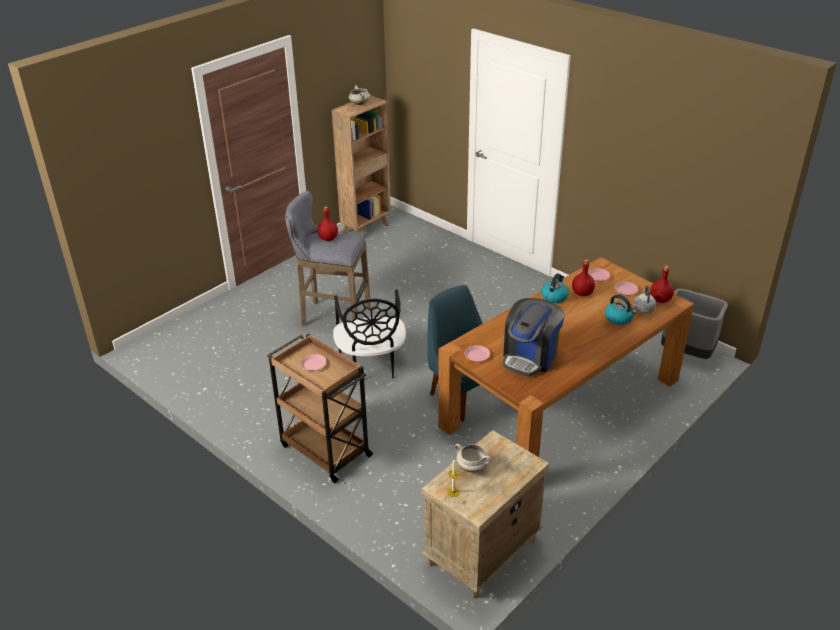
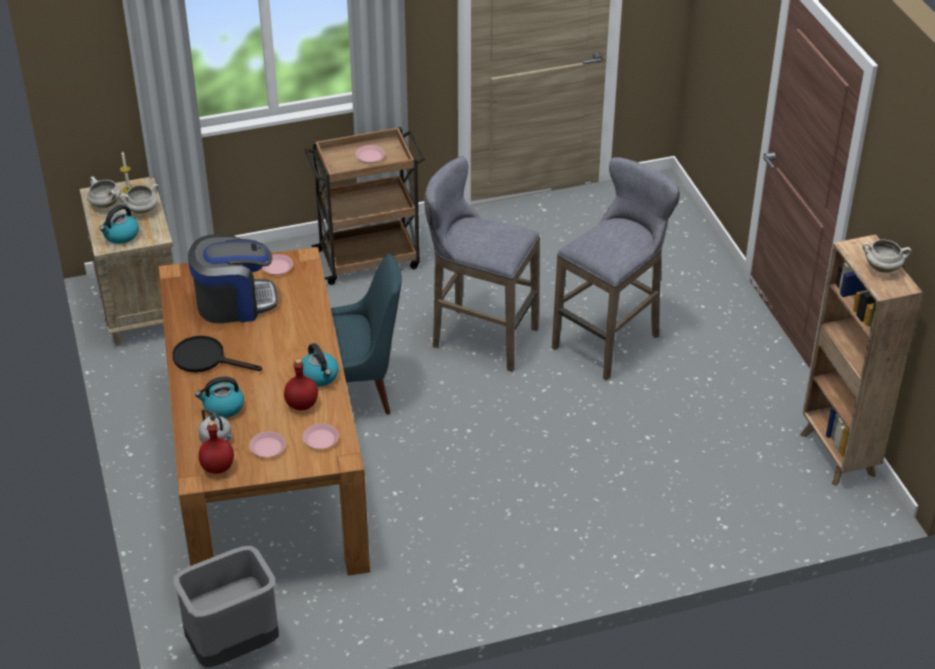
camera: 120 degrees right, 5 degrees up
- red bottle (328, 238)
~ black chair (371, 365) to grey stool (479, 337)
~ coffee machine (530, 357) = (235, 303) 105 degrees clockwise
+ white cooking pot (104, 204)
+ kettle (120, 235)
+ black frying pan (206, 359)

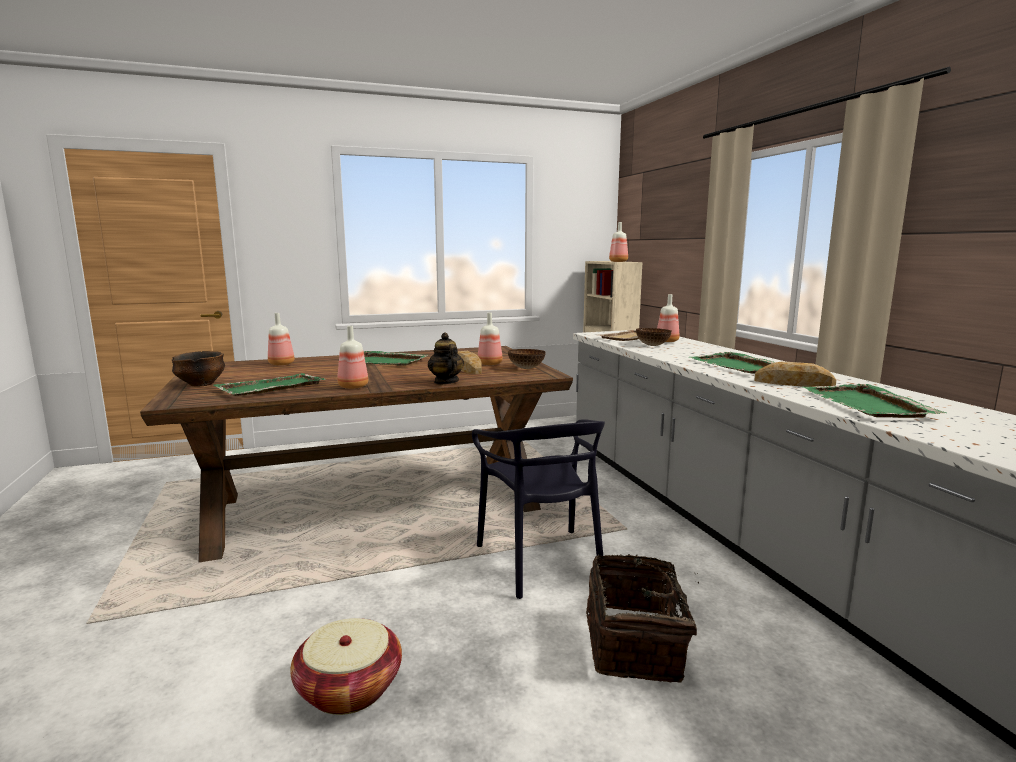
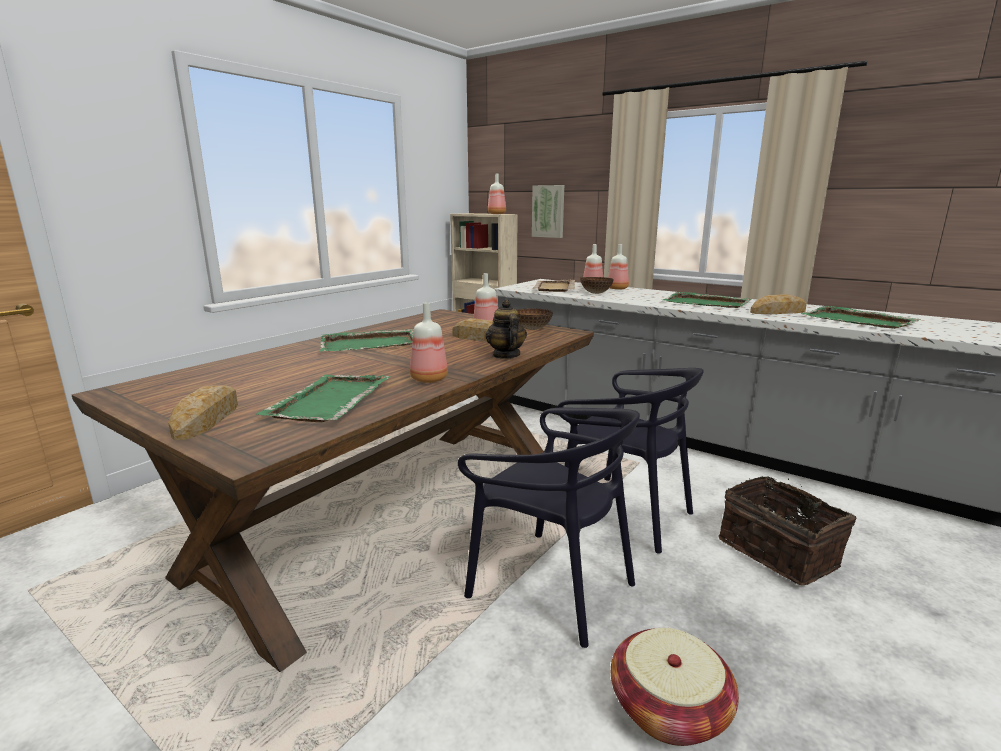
camera: 35 degrees left, 5 degrees up
~ bottle (282, 364) to (617, 288)
~ teapot (446, 382) = (505, 355) 45 degrees clockwise
~ bowl (201, 384) to bread (208, 418)
+ picture (548, 211)
+ black chair (551, 586)

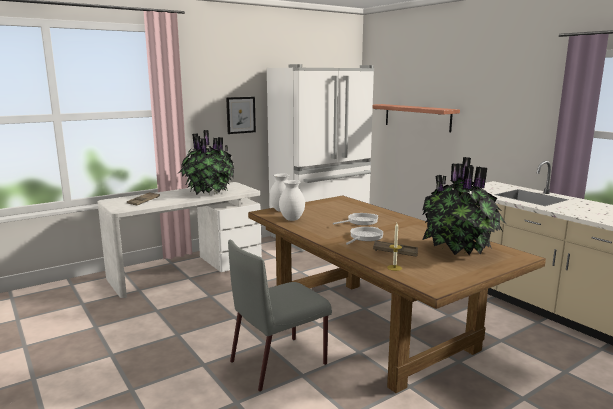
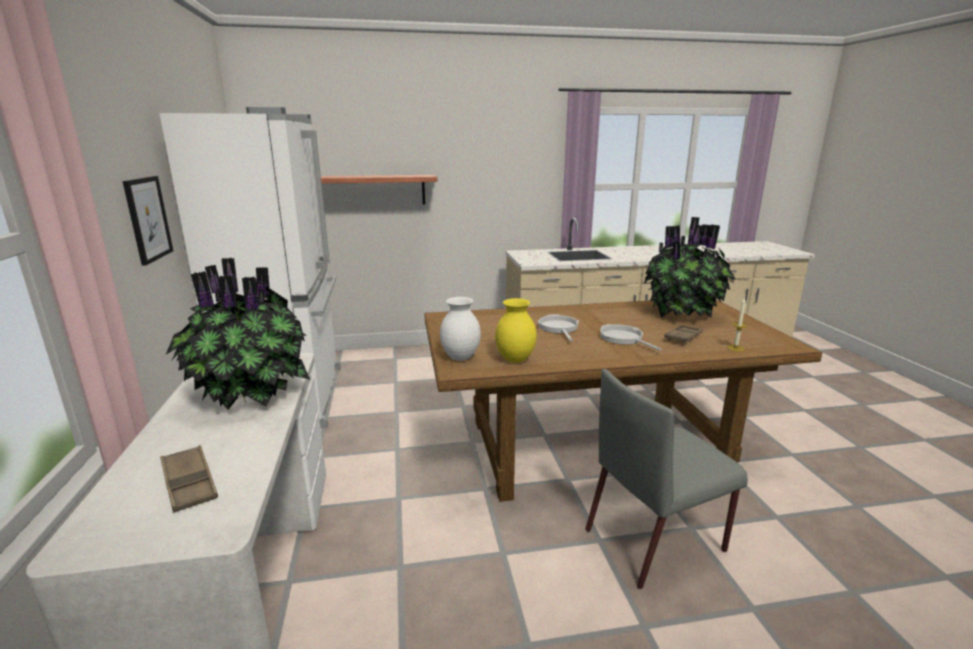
camera: 65 degrees left, 5 degrees up
~ white vase (292, 219) to yellow vase (516, 359)
~ grey chair (280, 362) = (656, 539) 75 degrees clockwise

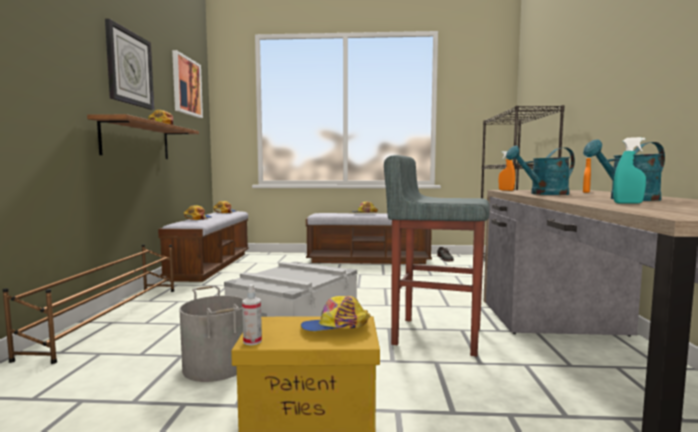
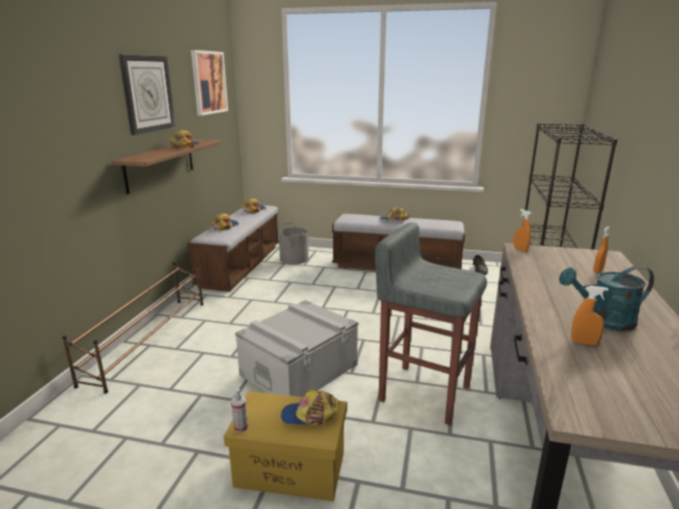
camera: 10 degrees right, 15 degrees up
~ turquoise spray bottle (628, 203) to orange spray bottle (584, 343)
- turquoise watering can (543, 194)
~ grey bucket (215, 366) to (293, 259)

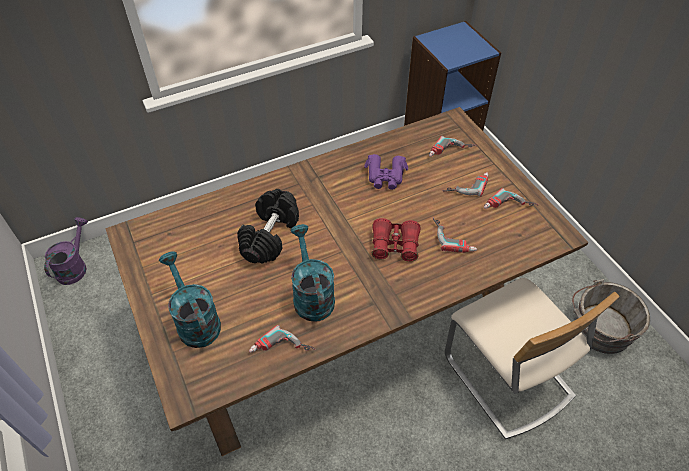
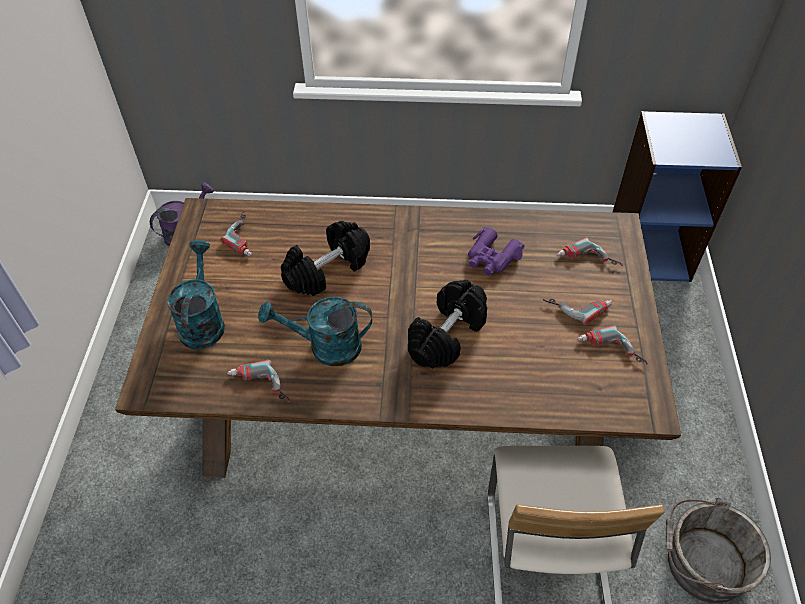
camera: 30 degrees right, 0 degrees up
~ power drill (453, 237) to (247, 236)
~ red binoculars (395, 245) to black dumbbell (447, 336)
~ turquoise watering can (311, 295) = (325, 347) 105 degrees counterclockwise

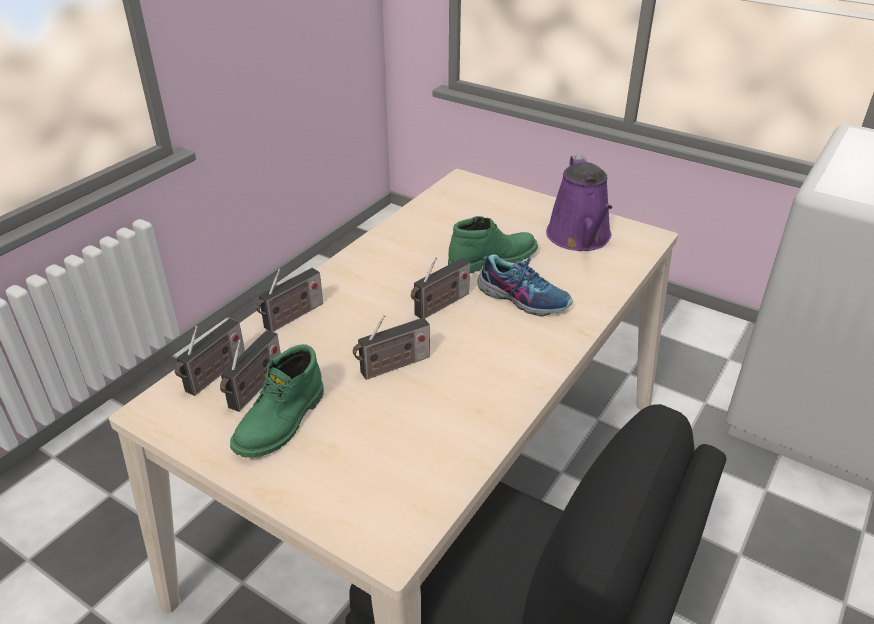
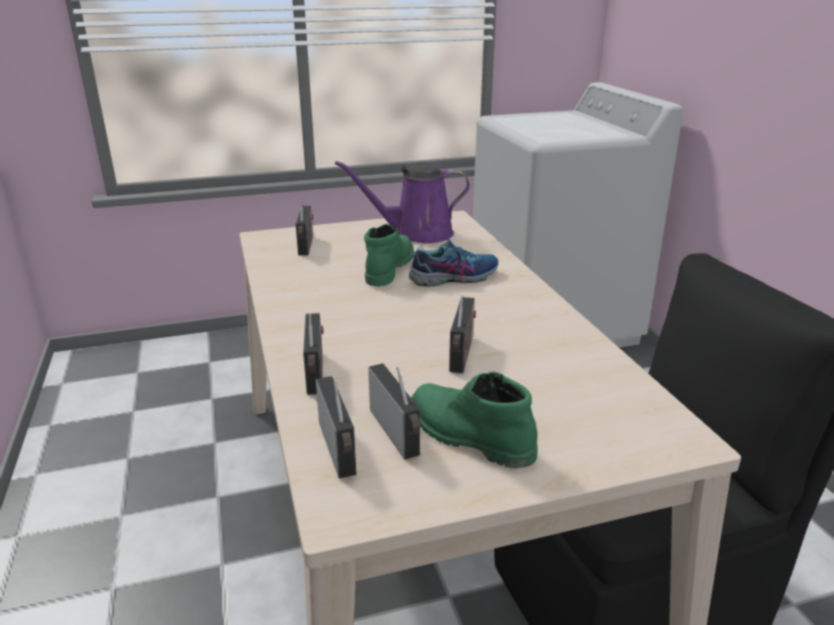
camera: 50 degrees left, 10 degrees down
~ purple watering can (580, 238) = (416, 234) 135 degrees clockwise
~ radio (440, 306) to (306, 246)
~ green boot (282, 423) = (468, 436) 150 degrees clockwise

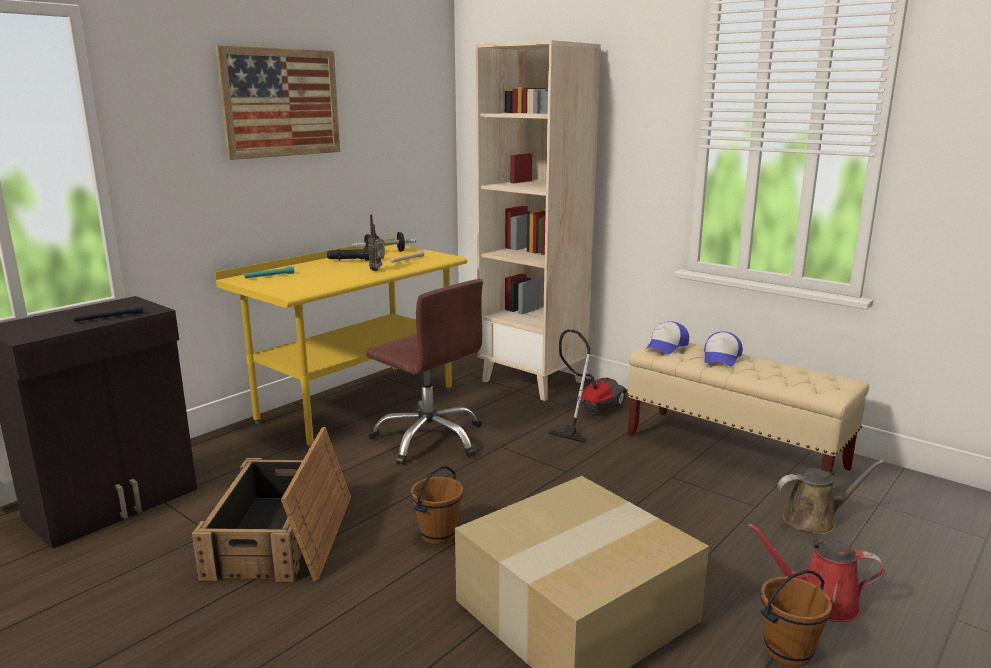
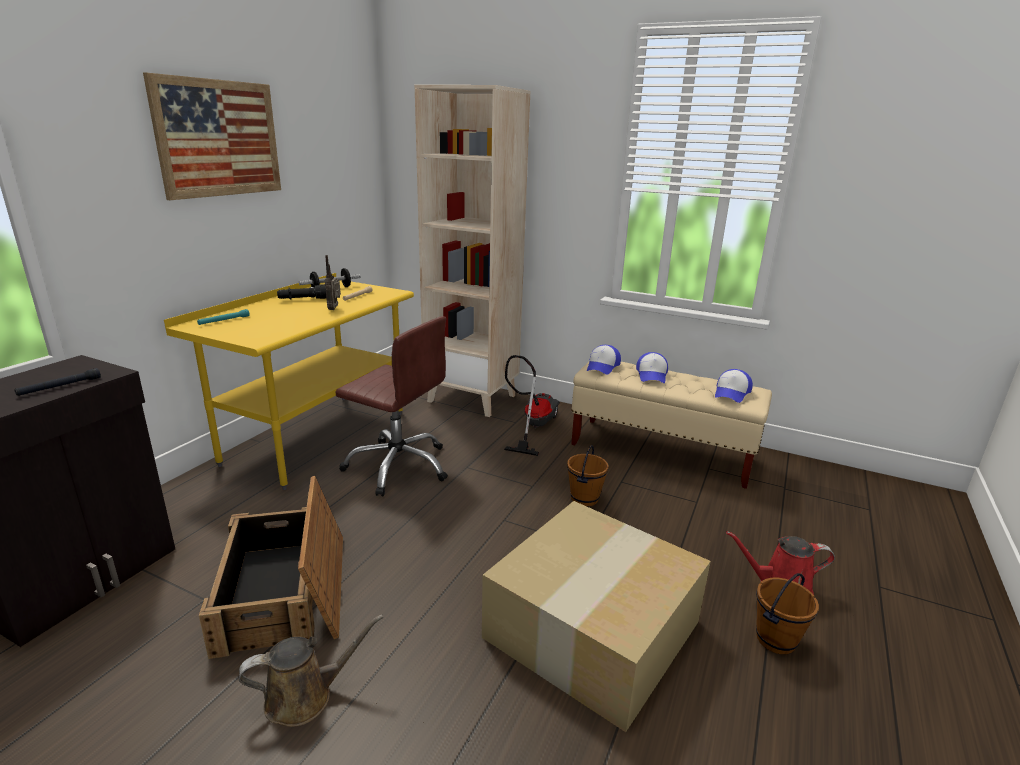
camera: 15 degrees left, 5 degrees up
~ brown watering can (814, 520) to (305, 696)
~ brown bucket (437, 534) to (584, 498)
+ cap (732, 393)

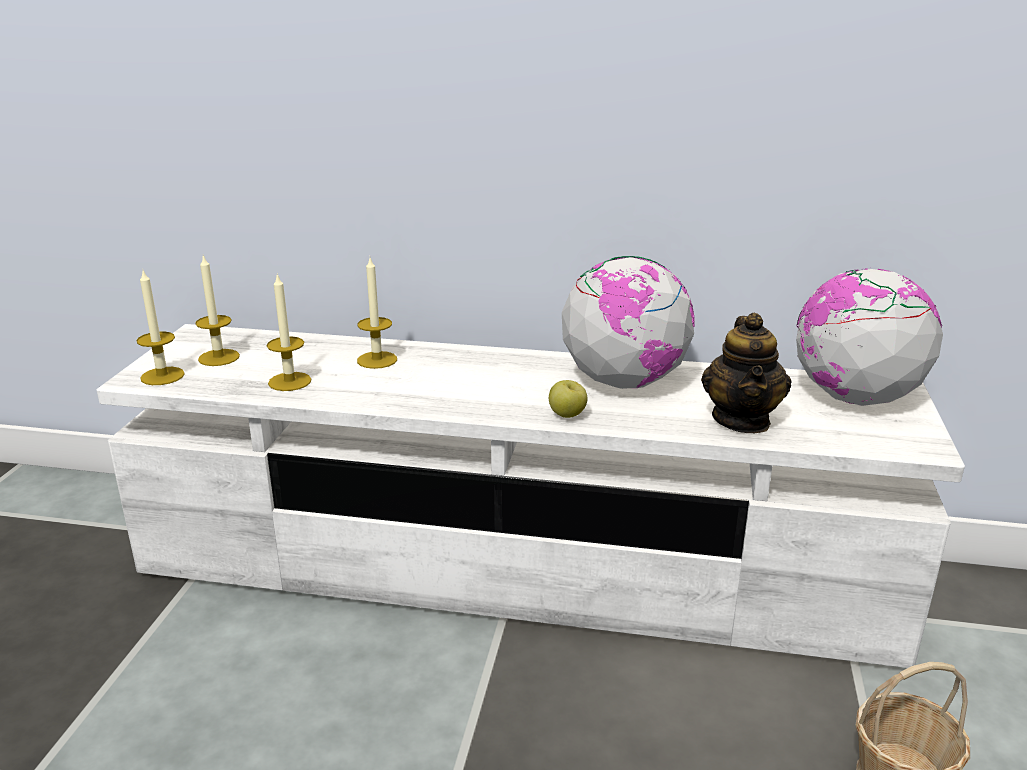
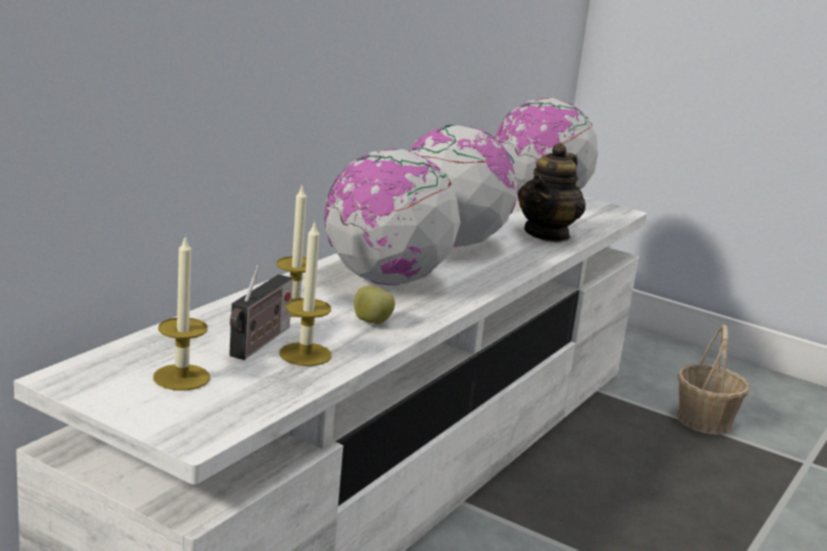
camera: 70 degrees left, 5 degrees down
- candle (162, 376)
~ teapot (742, 420) = (547, 234) 90 degrees clockwise
~ apple (567, 415) to (372, 322)
+ globe (385, 280)
+ radio (259, 343)

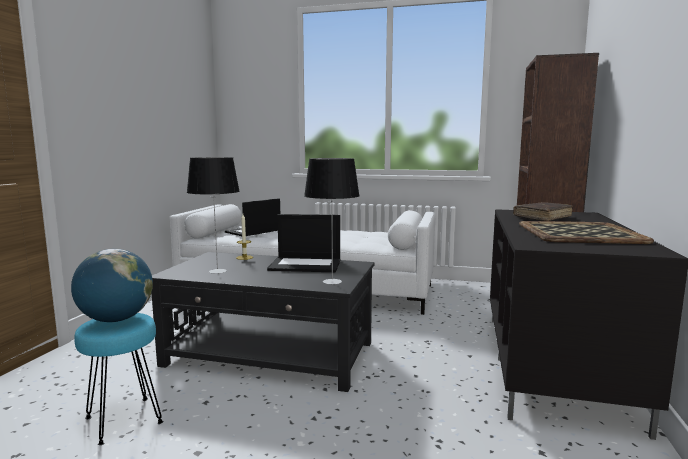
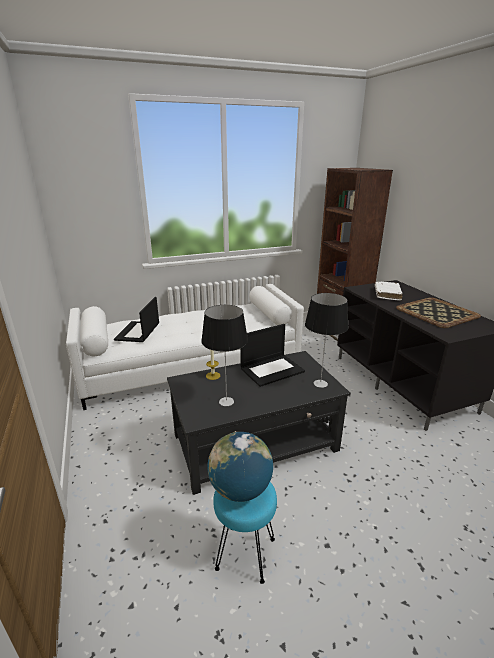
camera: 35 degrees left, 15 degrees up
~ brown book (542, 217) to white book (387, 294)

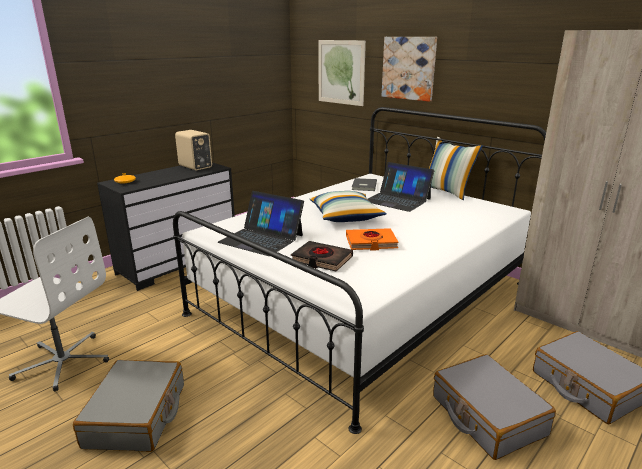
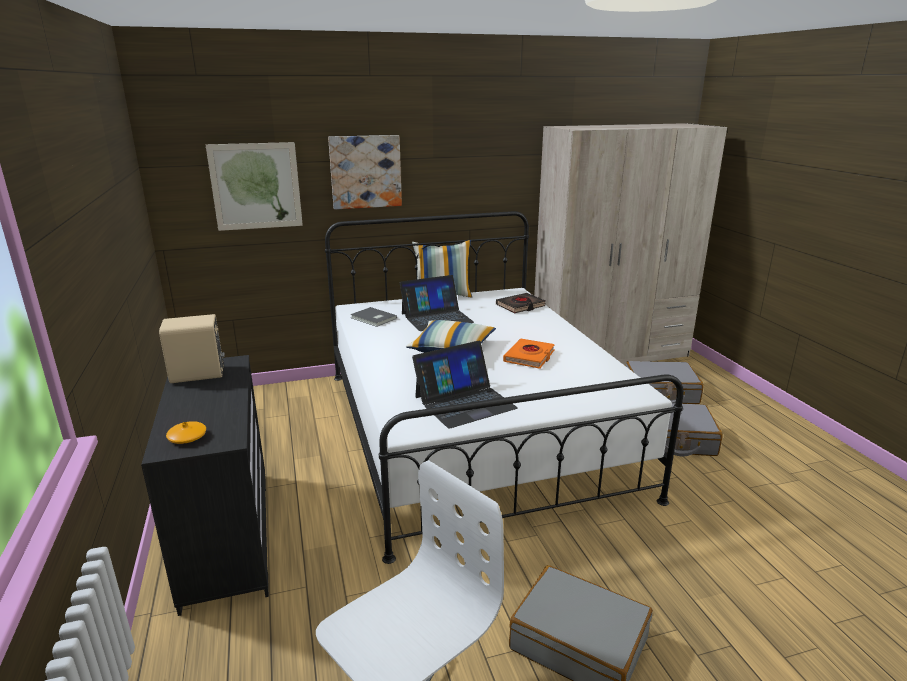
camera: 60 degrees left, 0 degrees up
~ black book (322, 259) to (520, 306)

